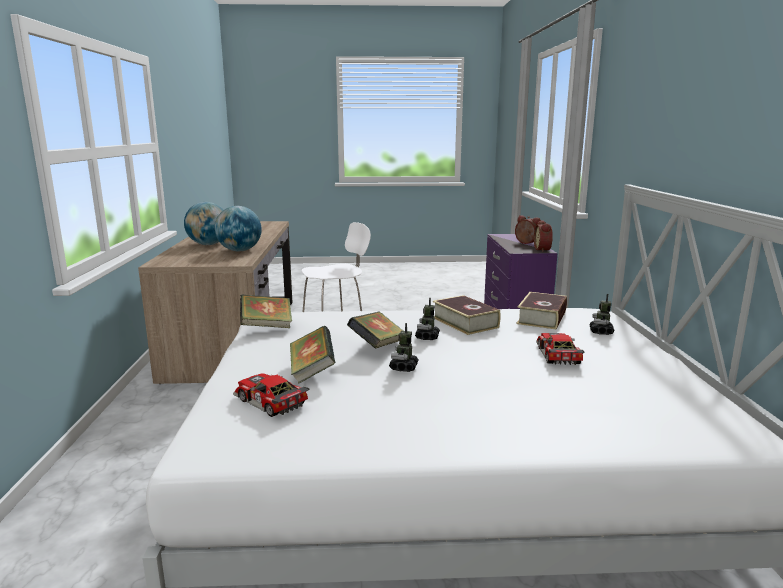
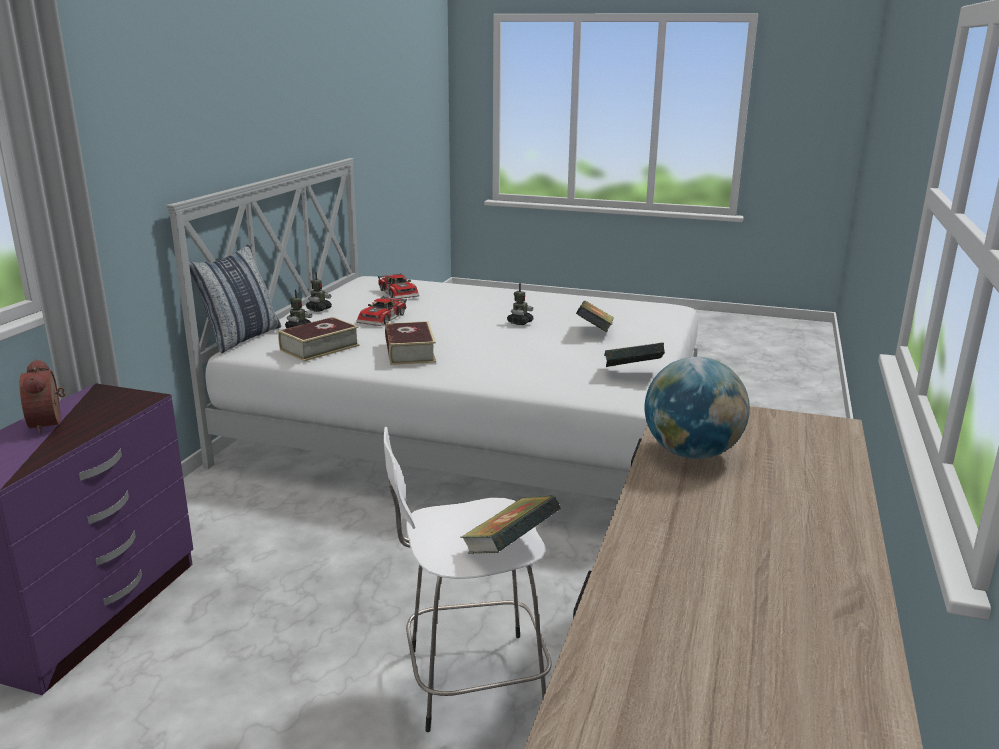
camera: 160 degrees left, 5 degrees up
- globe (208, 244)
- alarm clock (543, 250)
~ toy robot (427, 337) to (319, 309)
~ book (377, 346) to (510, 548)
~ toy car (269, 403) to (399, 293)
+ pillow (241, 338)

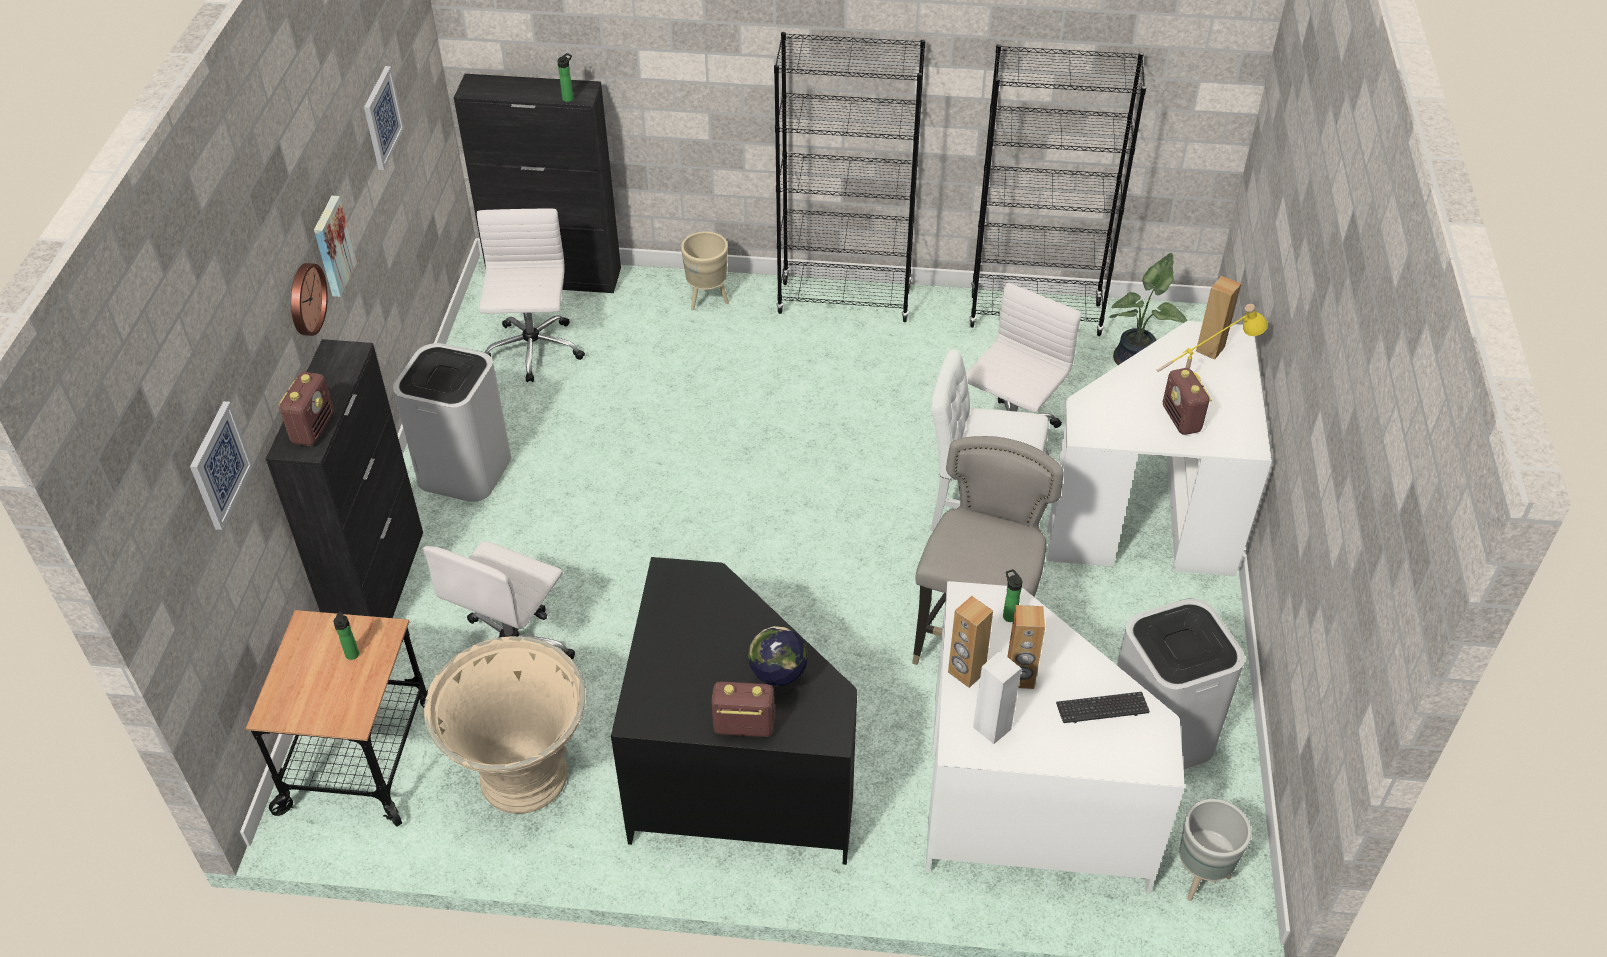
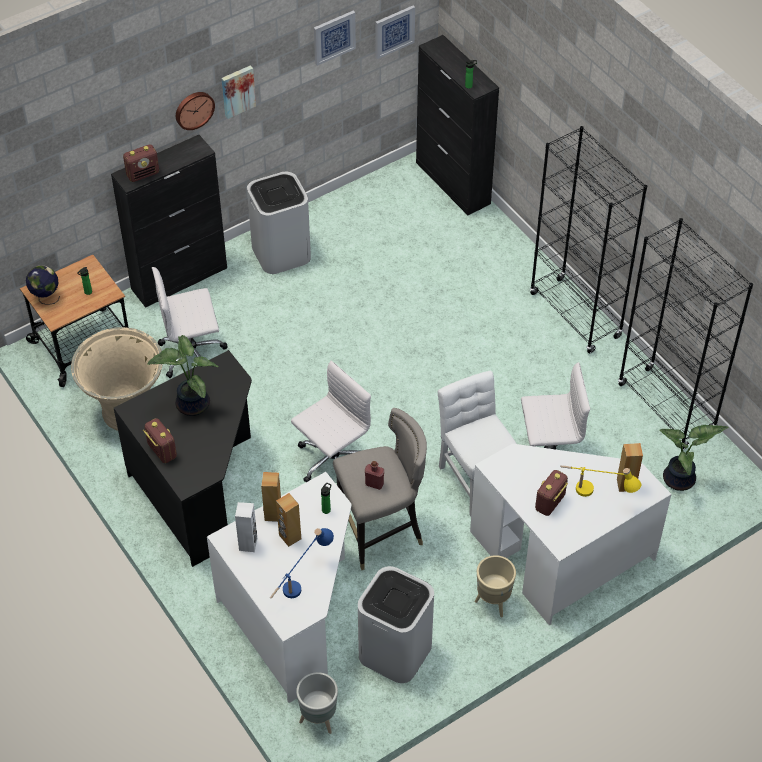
camera: 50 degrees right, 5 degrees up
~ white office chair (533, 351) to (332, 462)
~ beige planter (707, 300) to (492, 603)
~ picture (219, 465) to (394, 31)
~ globe (778, 683) to (45, 297)
~ keyboard (1102, 708) to blue table lamp (301, 581)
+ potted plant (190, 404)
+ red bottle (374, 484)

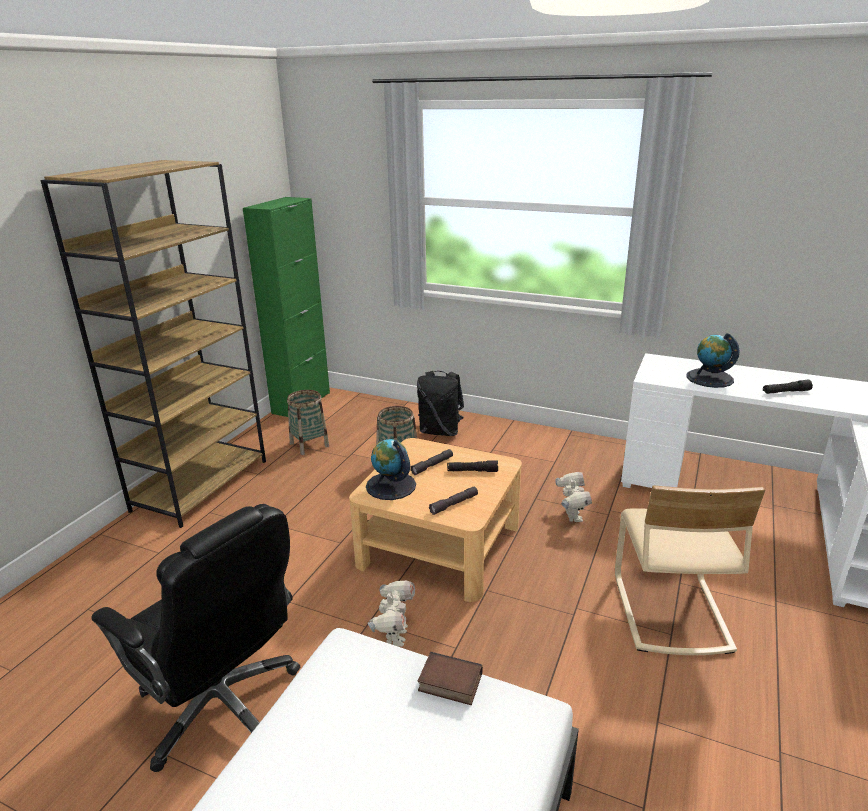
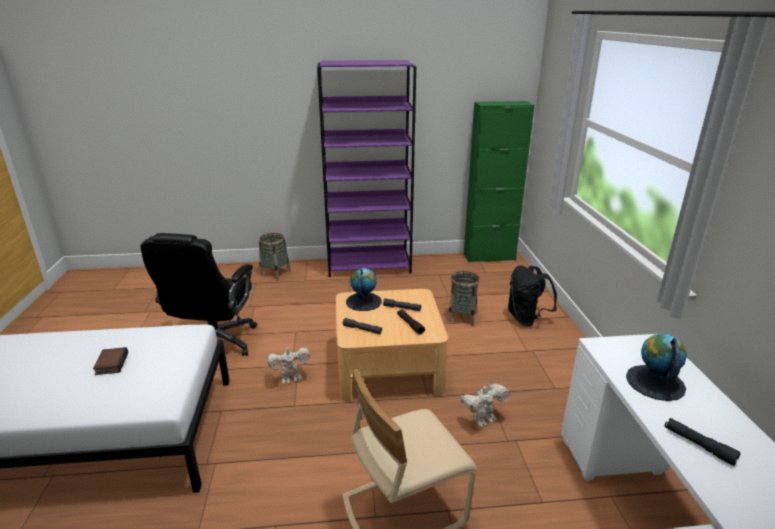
camera: 60 degrees right, 0 degrees up
~ brown bookcase (201, 484) to purple bookcase (369, 266)
~ basket (309, 445) to (275, 273)
~ book (448, 683) to (111, 364)

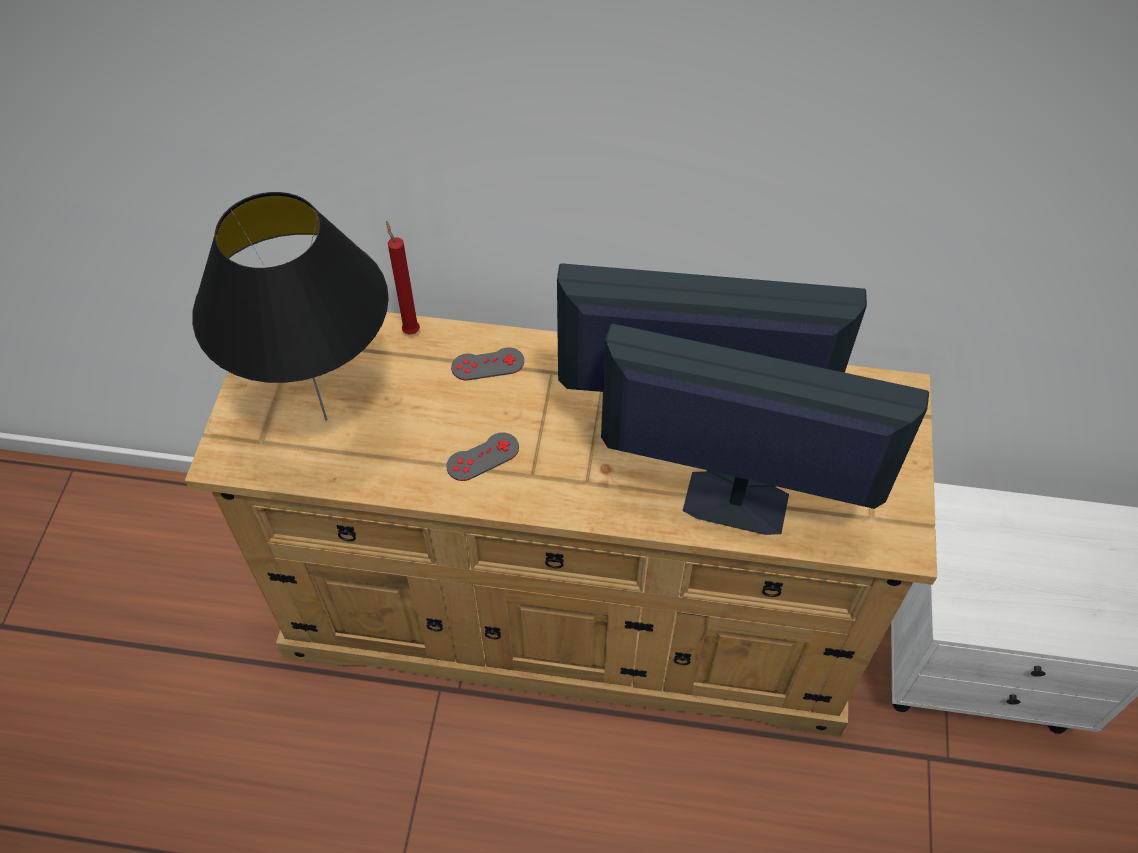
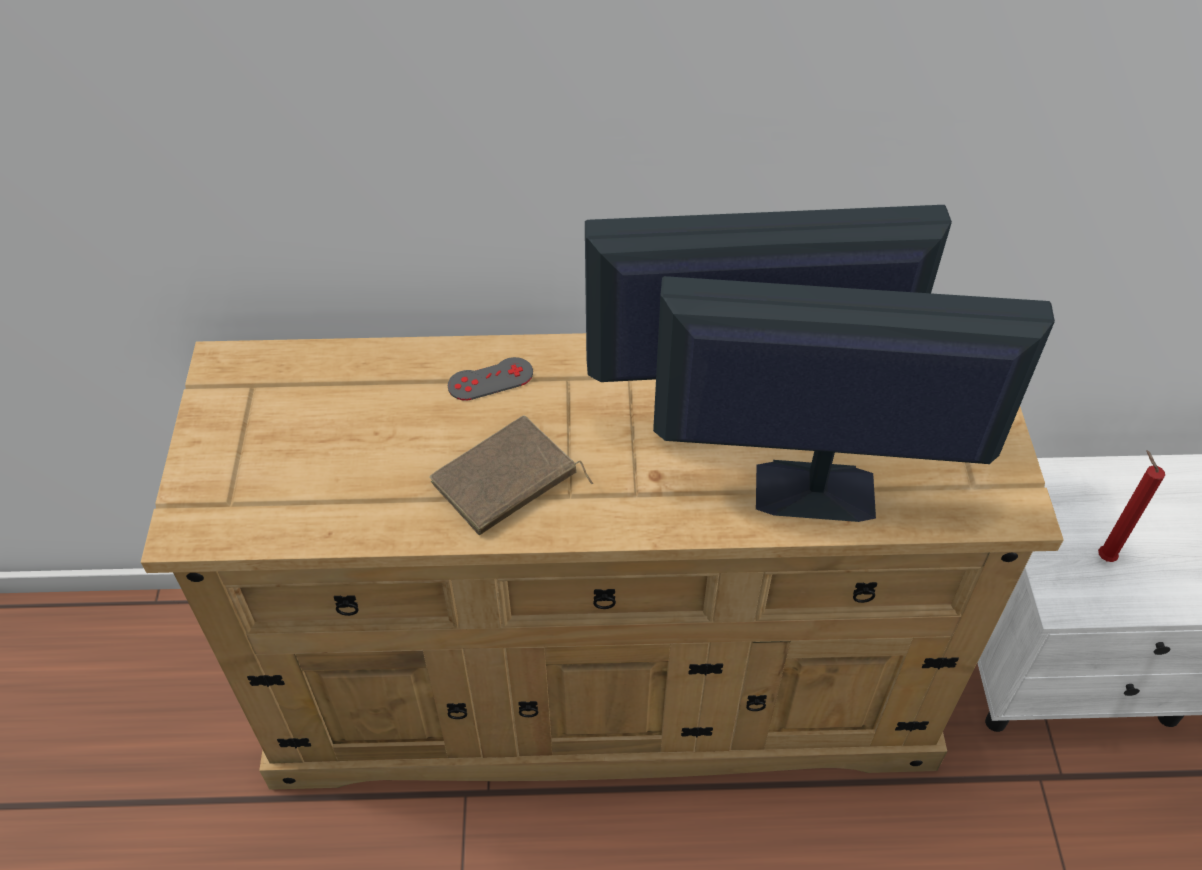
camera: 10 degrees left, 5 degrees down
- black table lamp (325, 420)
~ red candle (410, 330) to (1102, 556)
~ grey game controller (483, 457) to brown book (506, 482)

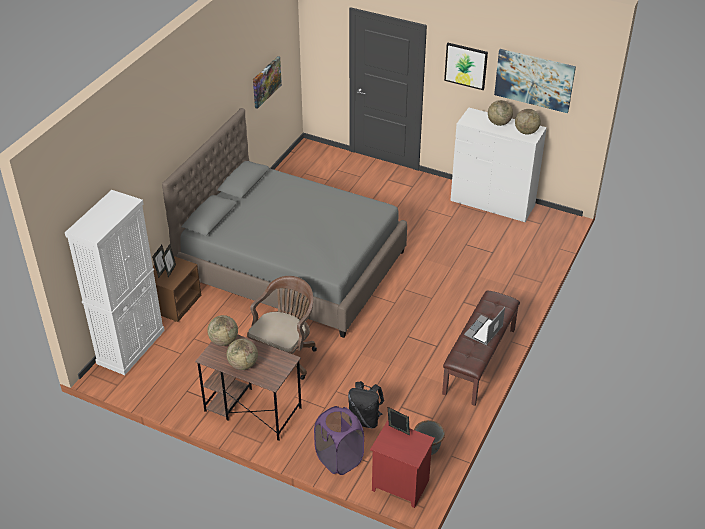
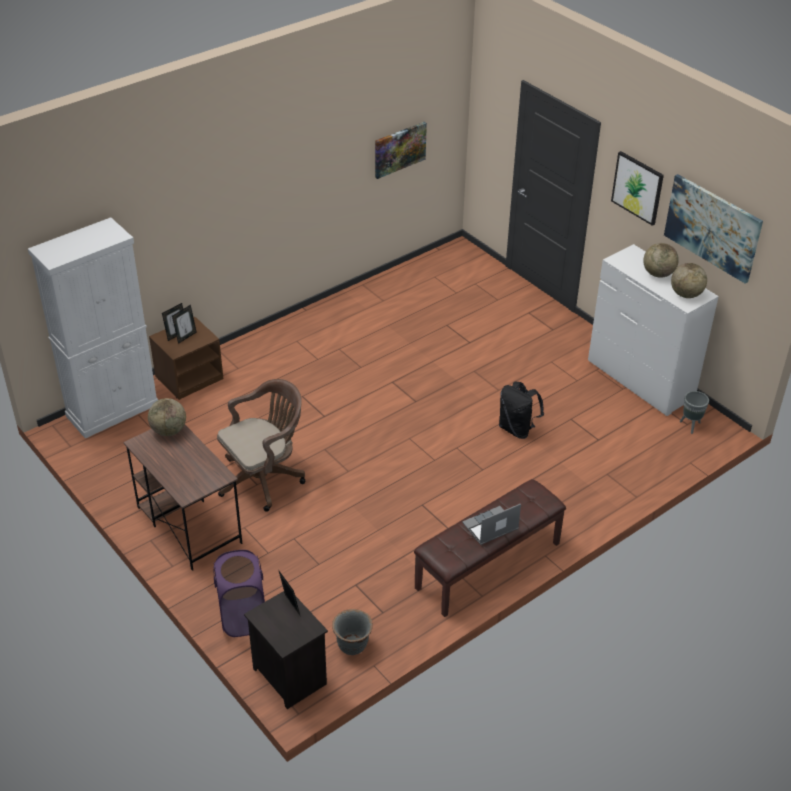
camera: 25 degrees right, 0 degrees up
- grey bed (292, 265)
- globe (243, 364)
~ black backpack (365, 420) to (517, 429)
~ red nightstand (399, 486) to black nightstand (288, 676)
+ grey planter (690, 426)

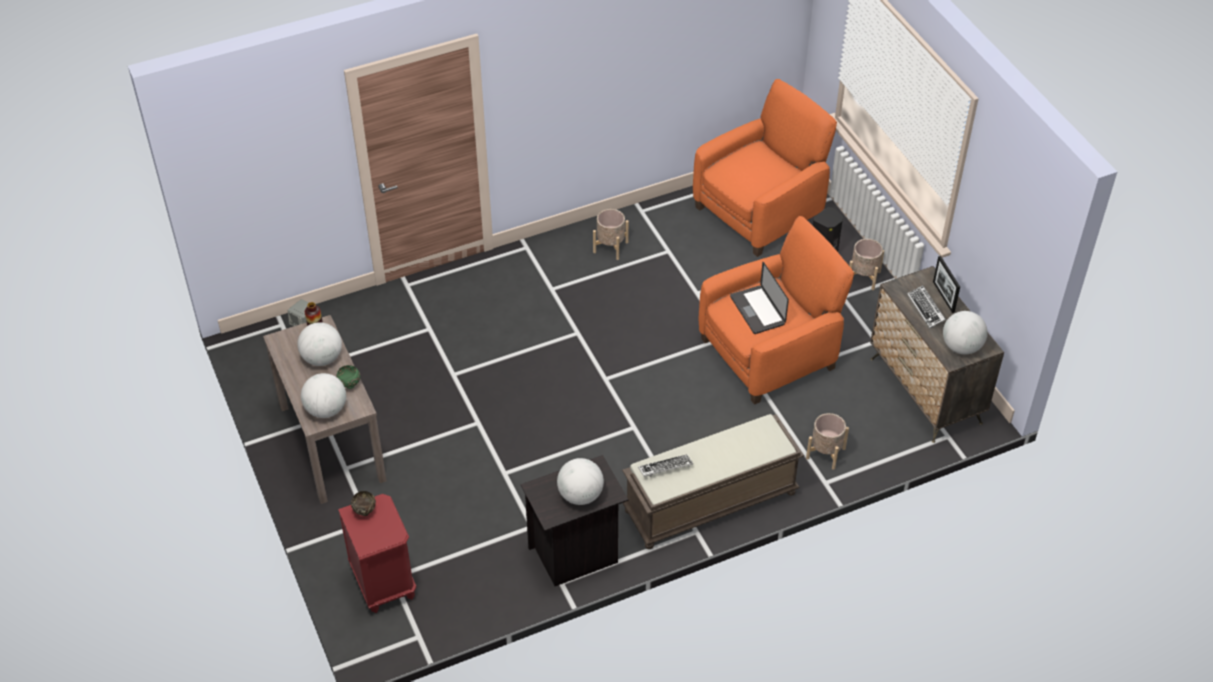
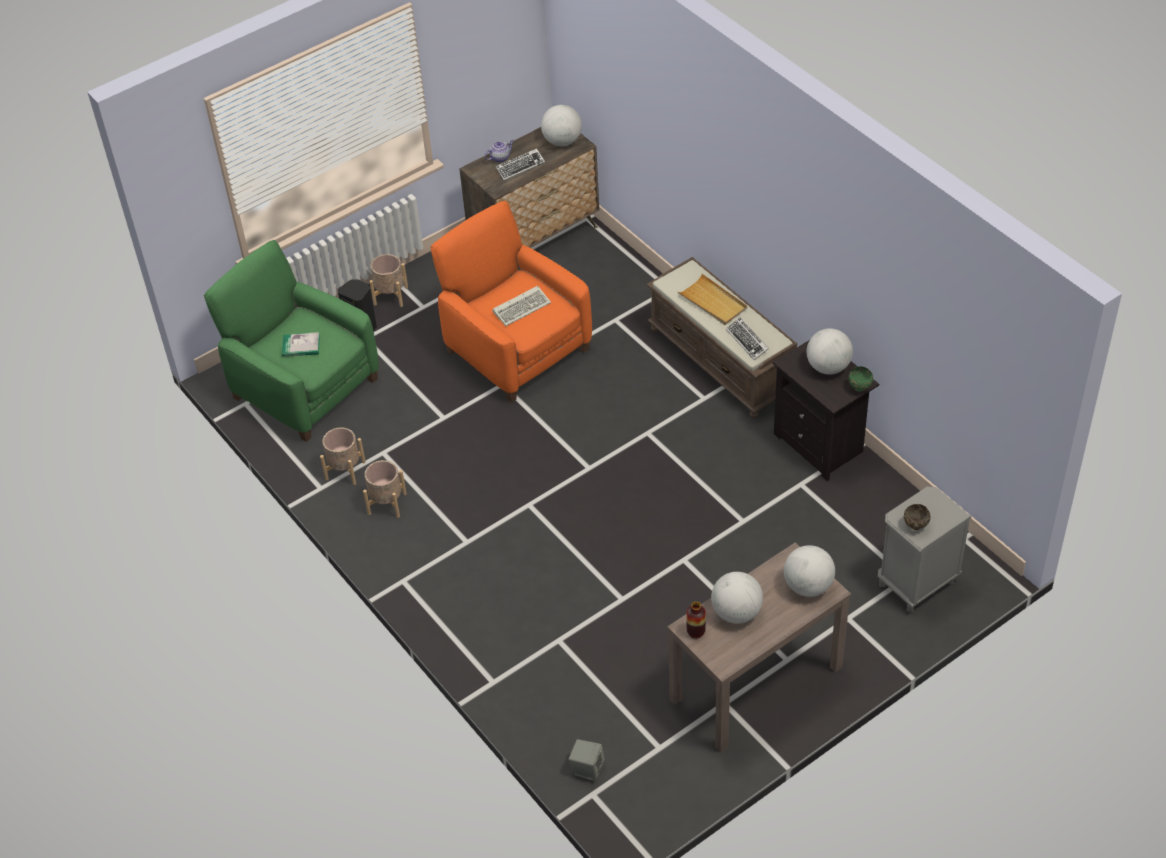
camera: 100 degrees left, 0 degrees up
~ orange armchair (760, 211) to green armchair (304, 387)
~ picture frame (943, 297) to teapot (500, 158)
~ laptop (757, 310) to keyboard (522, 307)
~ green bowl (349, 385) to (860, 388)
~ beige planter (825, 453) to (345, 470)
~ red nightstand (383, 583) to grey nightstand (916, 583)
+ beige tray (713, 302)
+ book (301, 346)

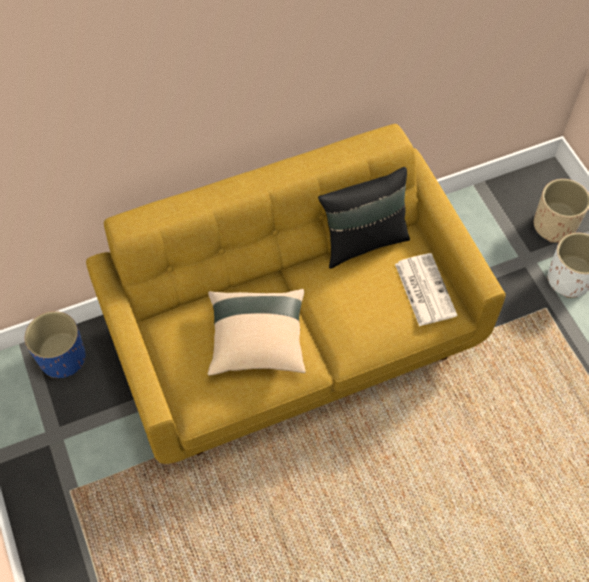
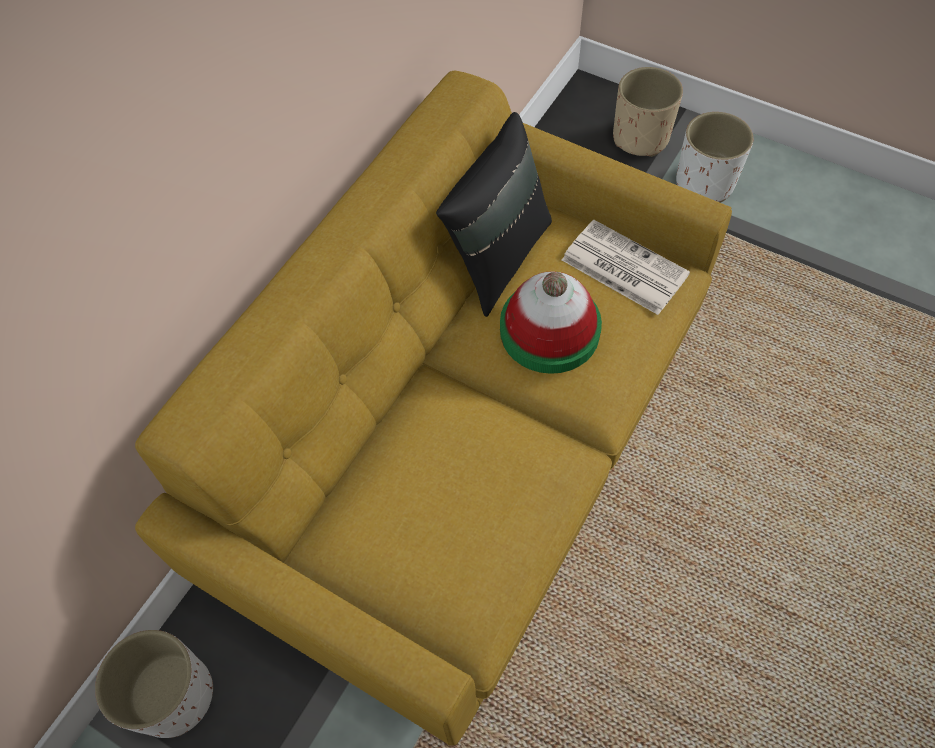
camera: 35 degrees left, 0 degrees up
- beige pillow (257, 340)
~ blue planter (63, 358) to white planter (174, 695)
+ hat (549, 330)

